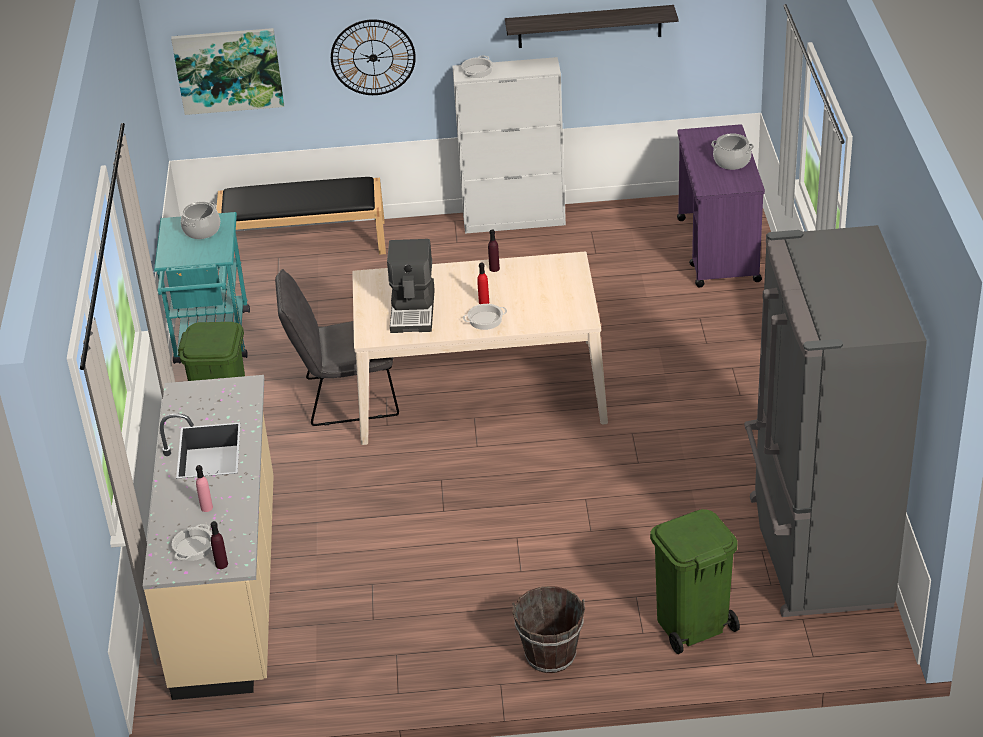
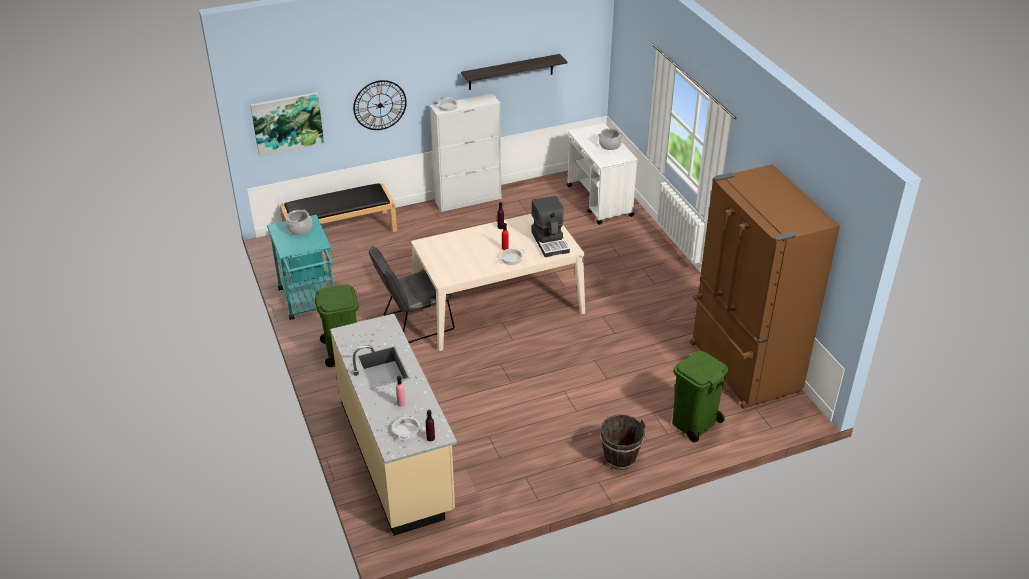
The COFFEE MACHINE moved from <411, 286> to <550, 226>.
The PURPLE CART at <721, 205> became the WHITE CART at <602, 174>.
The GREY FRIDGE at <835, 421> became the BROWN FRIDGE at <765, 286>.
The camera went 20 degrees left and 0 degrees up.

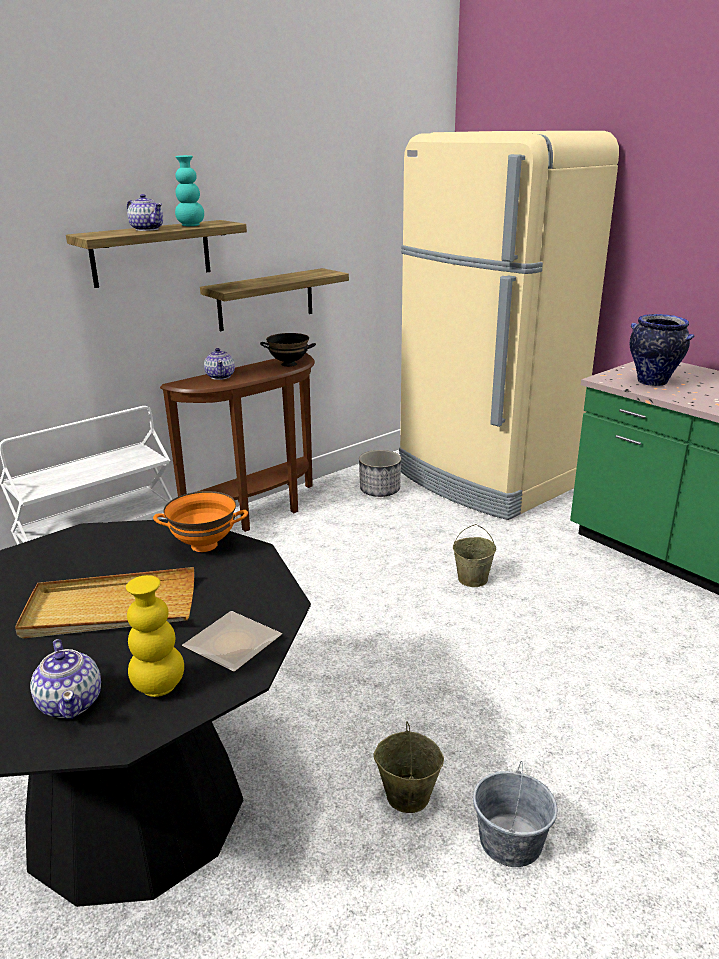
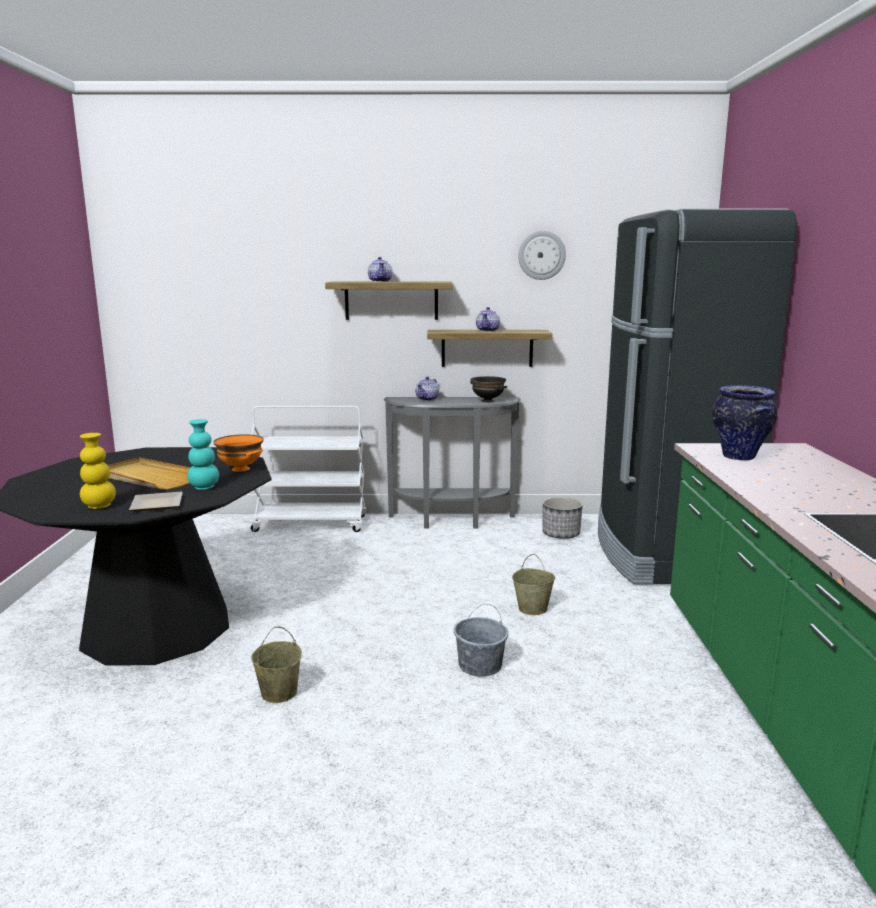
The TURQUOISE VASE moved from <189, 190> to <203, 454>.
The BROWN CONSOLE TABLE at <237, 442> became the GREY CONSOLE TABLE at <452, 463>.
The GREY BUCKET moved from <515, 814> to <480, 640>.
The TEAPOT moved from <65, 679> to <488, 319>.
The WALL CLOCK at <542, 255> appeared.
The BEIGE FRIDGE at <509, 325> became the BLACK FRIDGE at <697, 397>.
The camera went 40 degrees right and 10 degrees down.

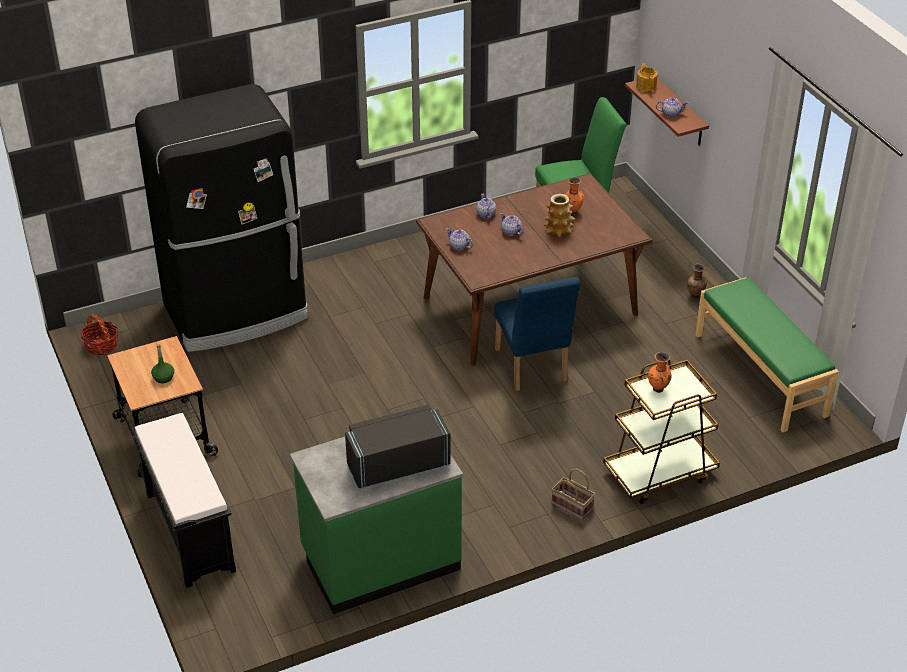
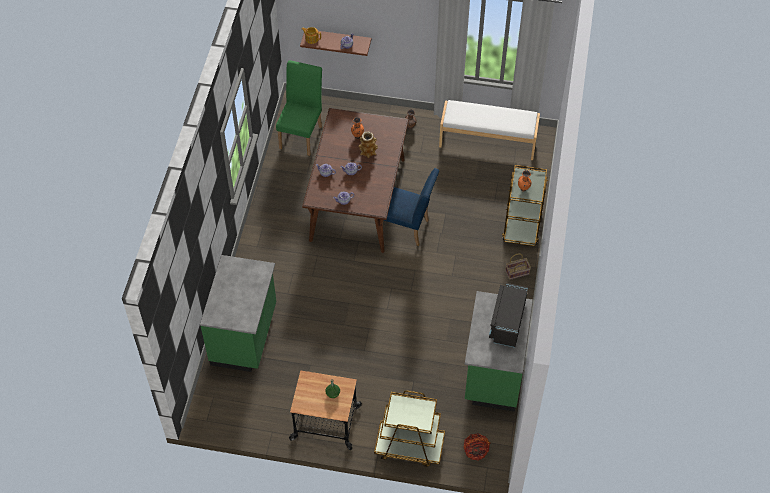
The BLACK FRIDGE at <221, 218> was replaced by the GREEN COUNTER at <238, 313>.
The BLACK BENCH at <183, 500> was replaced by the BROWN CART at <409, 429>.
The GREEN BENCH at <767, 354> became the WHITE BENCH at <489, 130>.
The BASKET moved from <99, 334> to <476, 447>.
The camera went 55 degrees left and 15 degrees up.

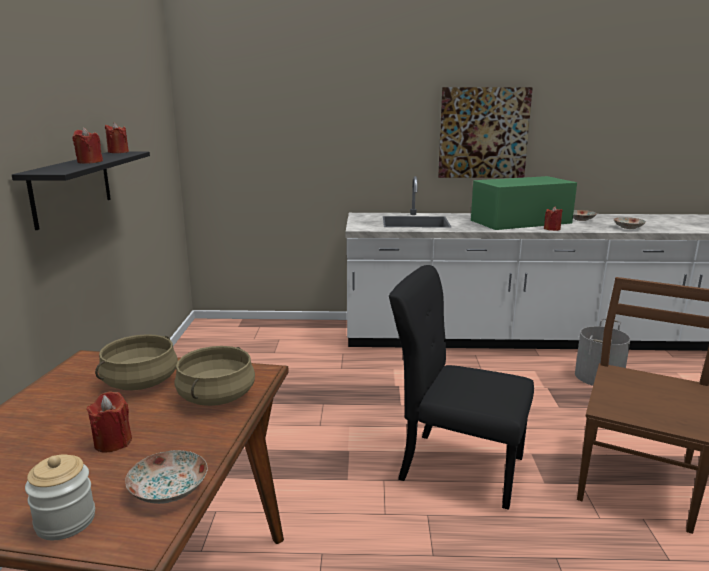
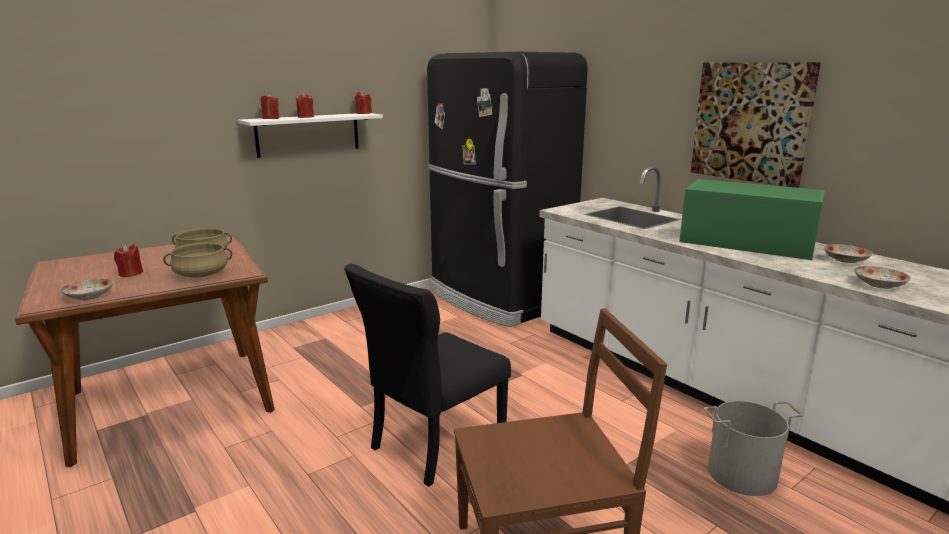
The BLACK SHELF at <81, 191> became the WHITE SHELF at <310, 135>.
The RED CANDLE moved from <553, 218> to <269, 106>.
The BLACK CHAIR at <461, 387> turned 120 degrees counterclockwise.
The BLACK FRIDGE at <507, 189> appeared.
The JAR at <60, 497> disappeared.
The camera went 50 degrees right and 0 degrees up.

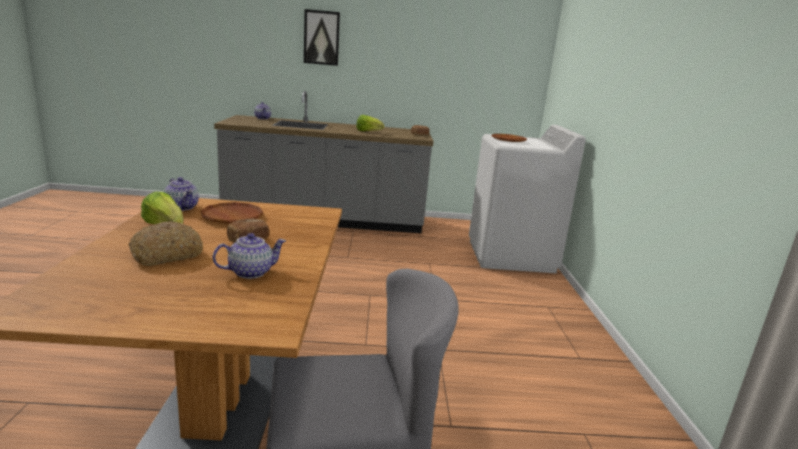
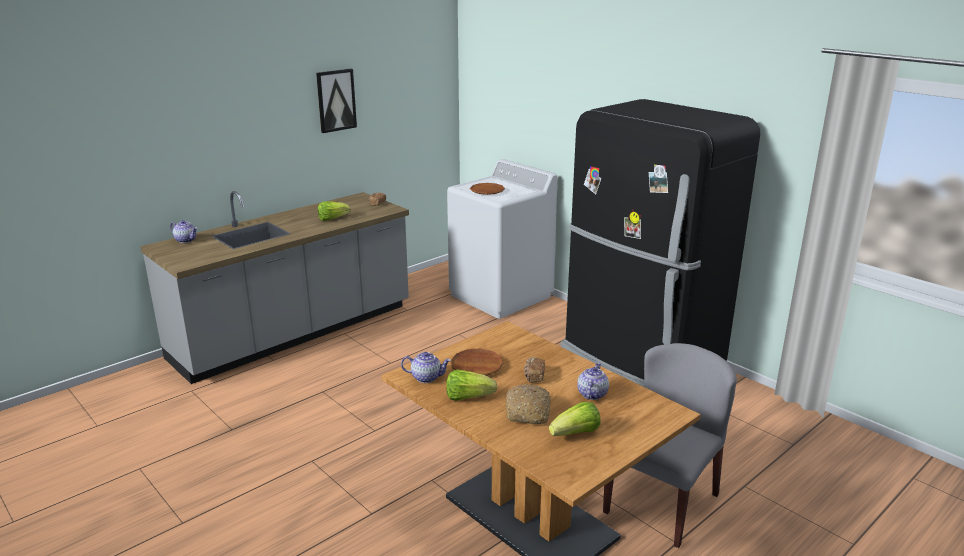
The PICTURE moved from <322, 37> to <336, 101>.
The LETTUCE at <575, 419> appeared.
The BLACK FRIDGE at <660, 243> appeared.
The camera went 40 degrees left and 5 degrees up.

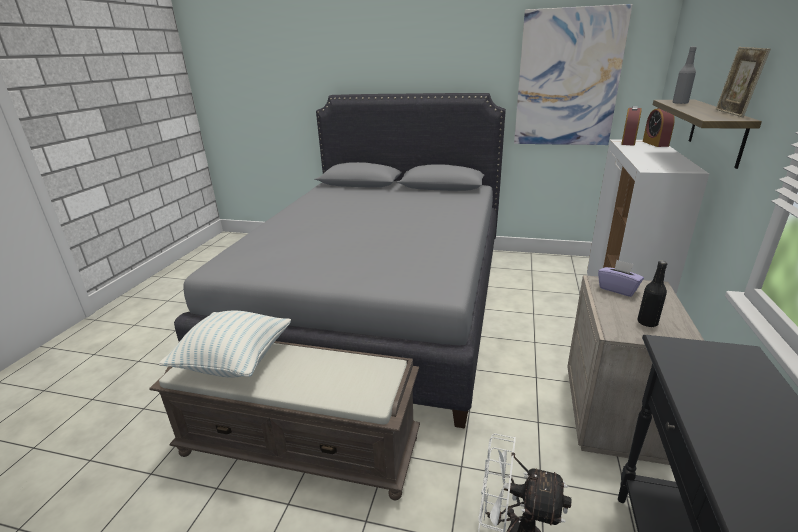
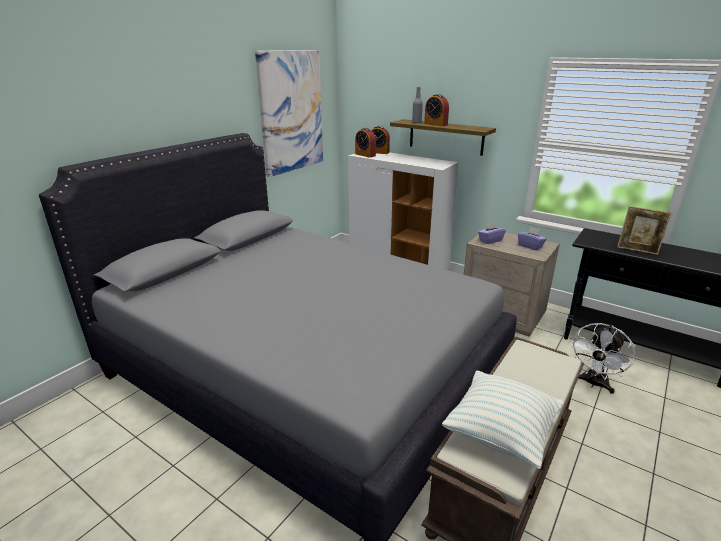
The ALARM CLOCK at <436, 110> appeared.
The BLACK BOTTLE at <652, 294> was replaced by the PURPLE TISSUE BOX at <532, 238>.
The PICTURE FRAME moved from <743, 82> to <644, 230>.
The camera went 70 degrees left and 0 degrees up.

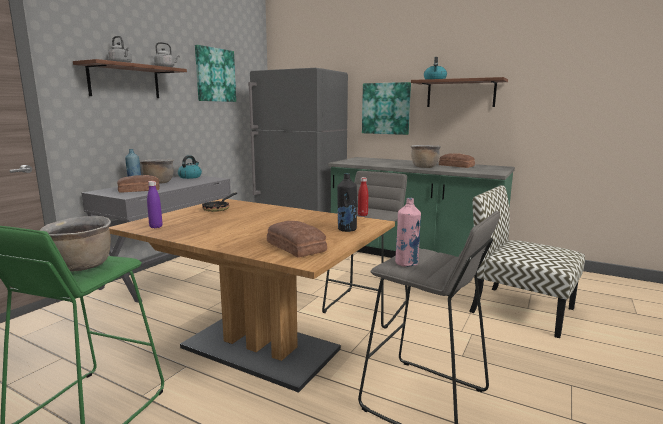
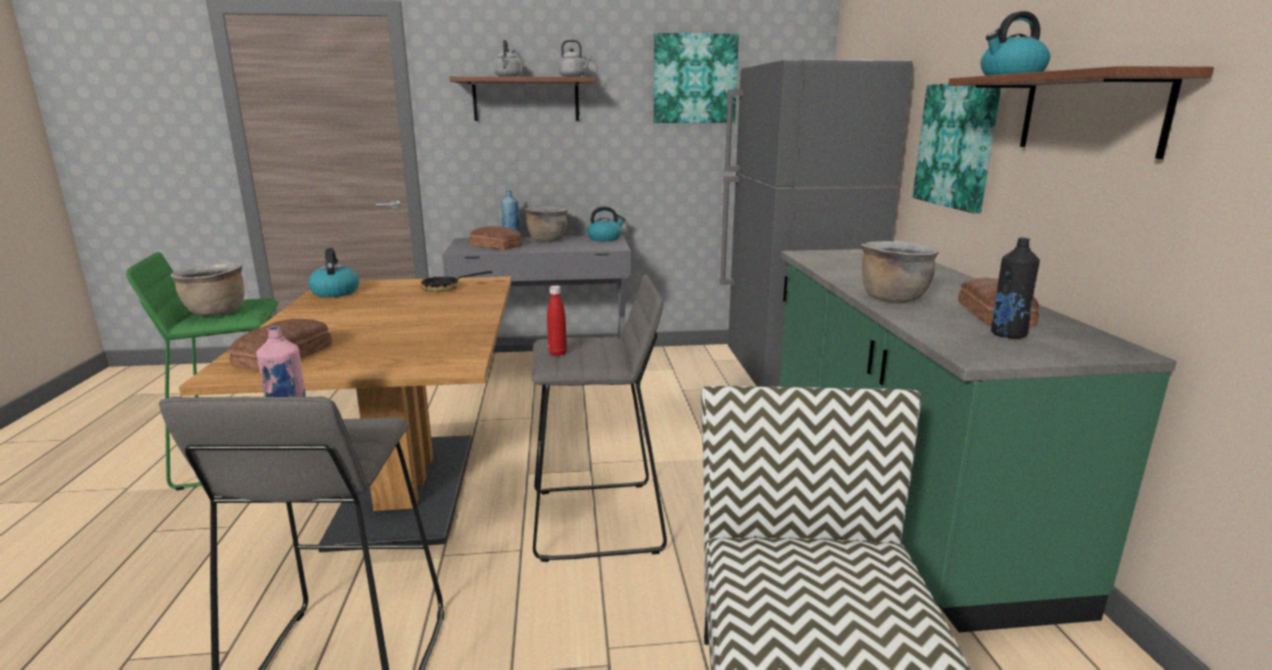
The PURPLE BOTTLE at <155, 204> was replaced by the KETTLE at <333, 272>.
The BLACK BOTTLE moved from <347, 202> to <1015, 288>.
The camera went 55 degrees right and 5 degrees up.

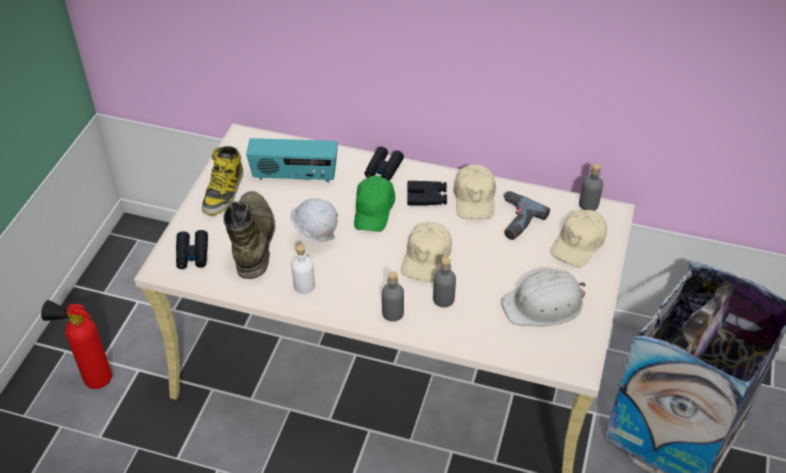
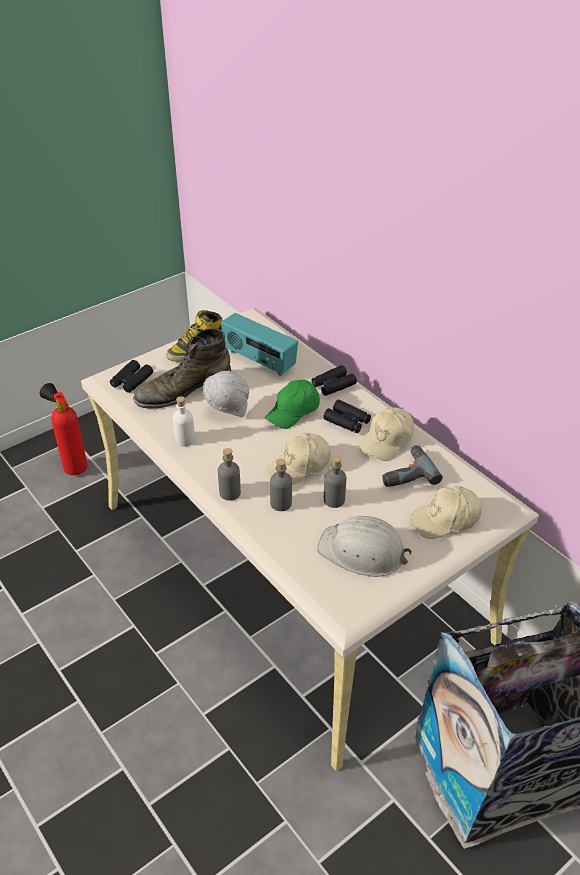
The GREEN BOOT at <249, 235> turned 150 degrees counterclockwise.
The GREY BOTTLE moved from <591, 187> to <335, 482>.
The camera went 35 degrees right and 5 degrees down.

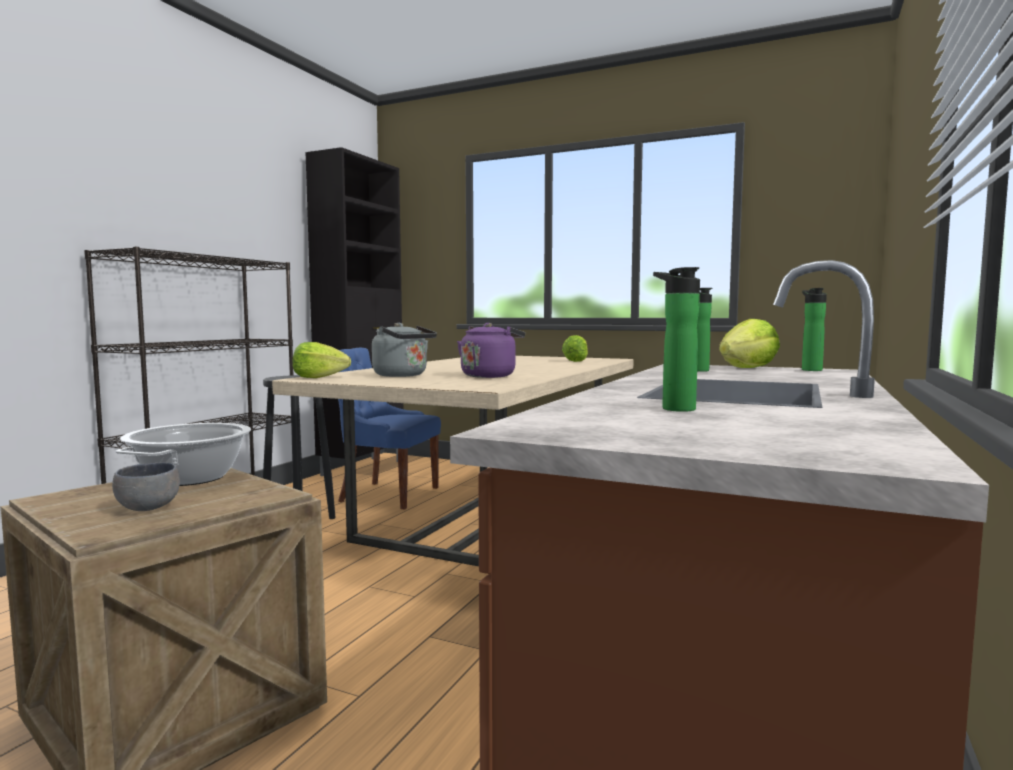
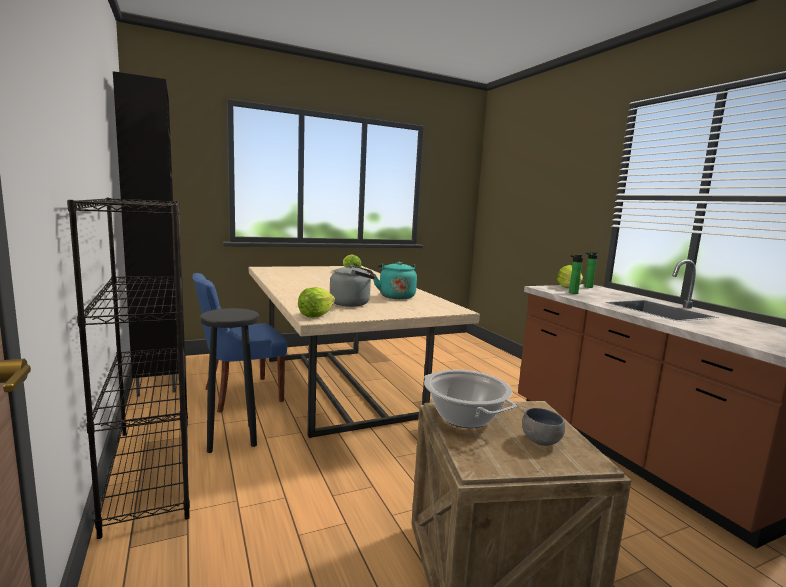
The PURPLE KETTLE at <491, 350> became the TURQUOISE KETTLE at <395, 280>.
The BOTTLE at <676, 339> disappeared.
The camera went 50 degrees left and 5 degrees up.

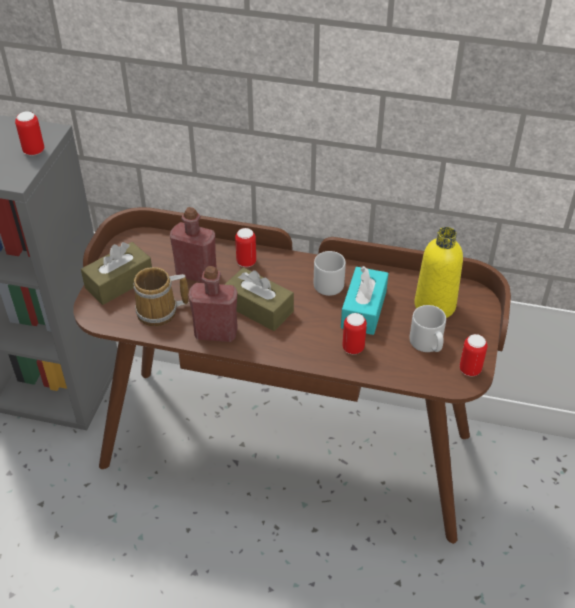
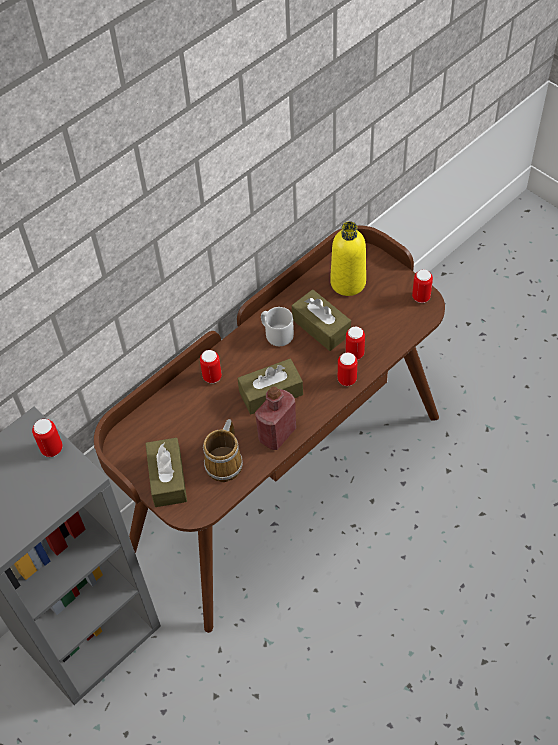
The TURQUOISE TISSUE BOX at <364, 300> became the BROWN TISSUE BOX at <321, 320>.
The CAN at <347, 369> appeared.
The RED BOTTLE at <193, 245> disappeared.
The GREY MUG at <428, 328> disappeared.
The camera went 55 degrees left and 10 degrees up.

